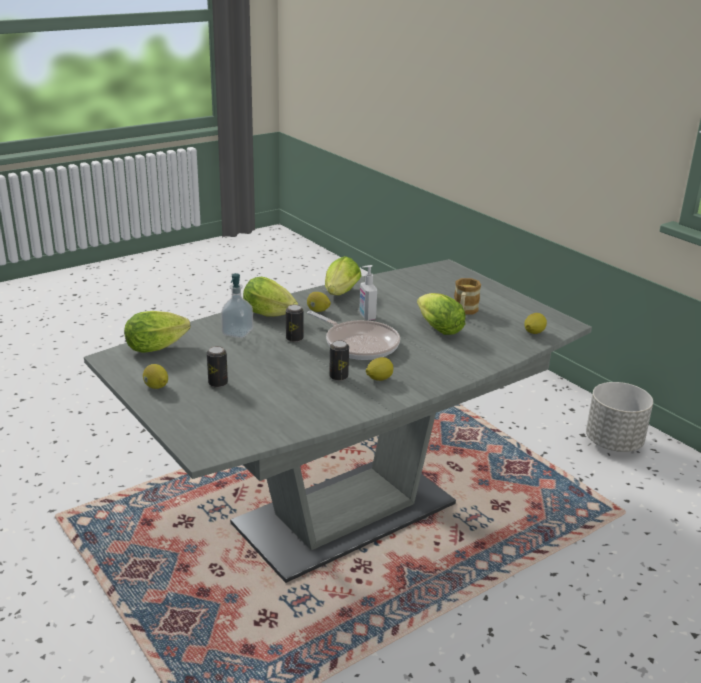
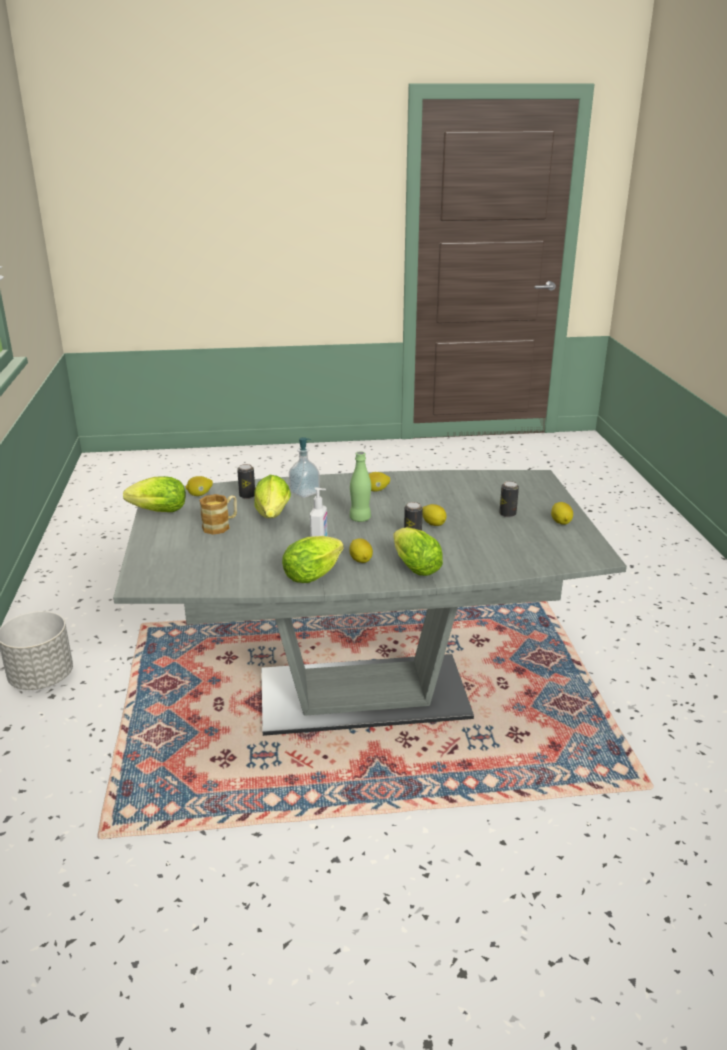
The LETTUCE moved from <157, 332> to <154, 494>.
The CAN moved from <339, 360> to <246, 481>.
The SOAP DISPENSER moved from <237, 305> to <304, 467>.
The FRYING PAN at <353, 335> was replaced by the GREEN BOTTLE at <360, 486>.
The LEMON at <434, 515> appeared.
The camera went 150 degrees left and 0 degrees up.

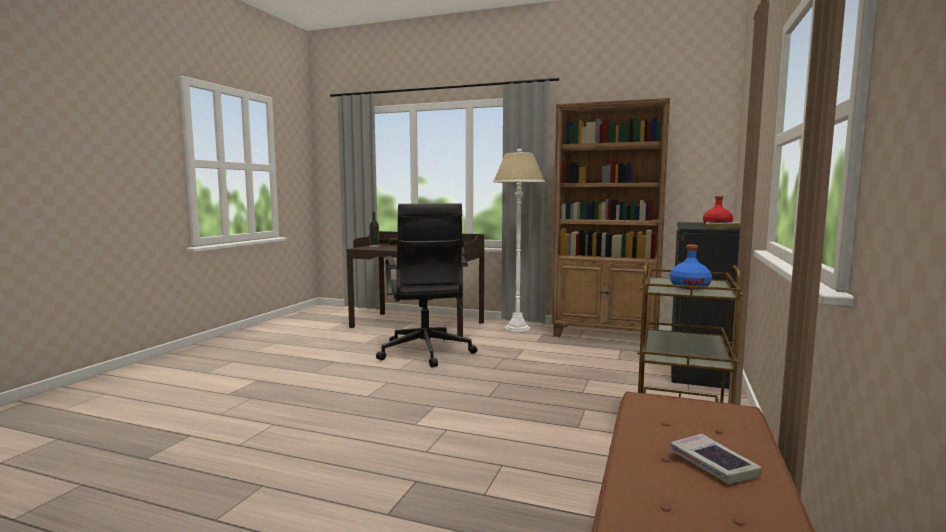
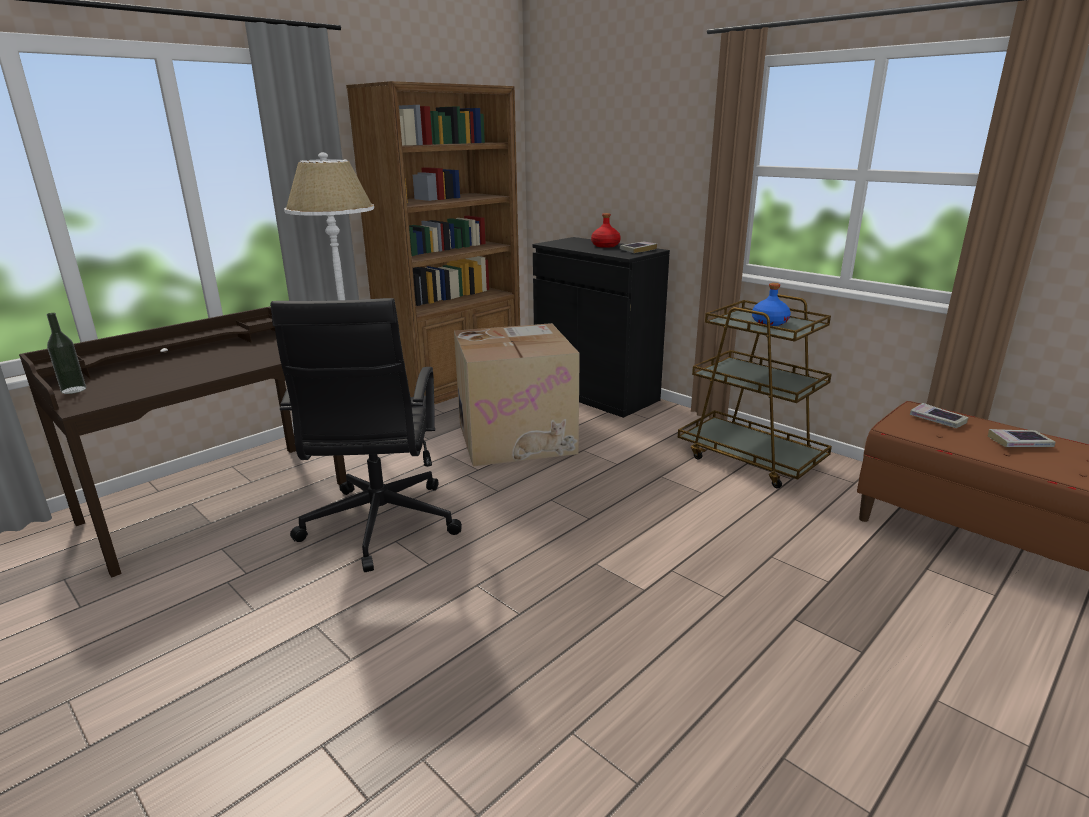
The BLACK OFFICE CHAIR at <426, 285> turned 75 degrees clockwise.
The CARDBOARD BOX at <517, 394> appeared.
The BOOK at <939, 415> appeared.
The camera went 65 degrees left and 15 degrees up.

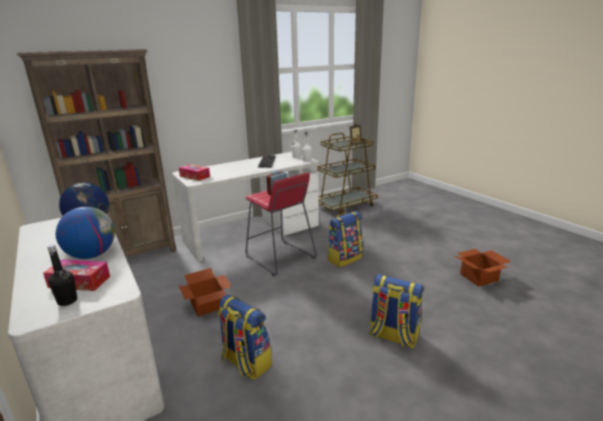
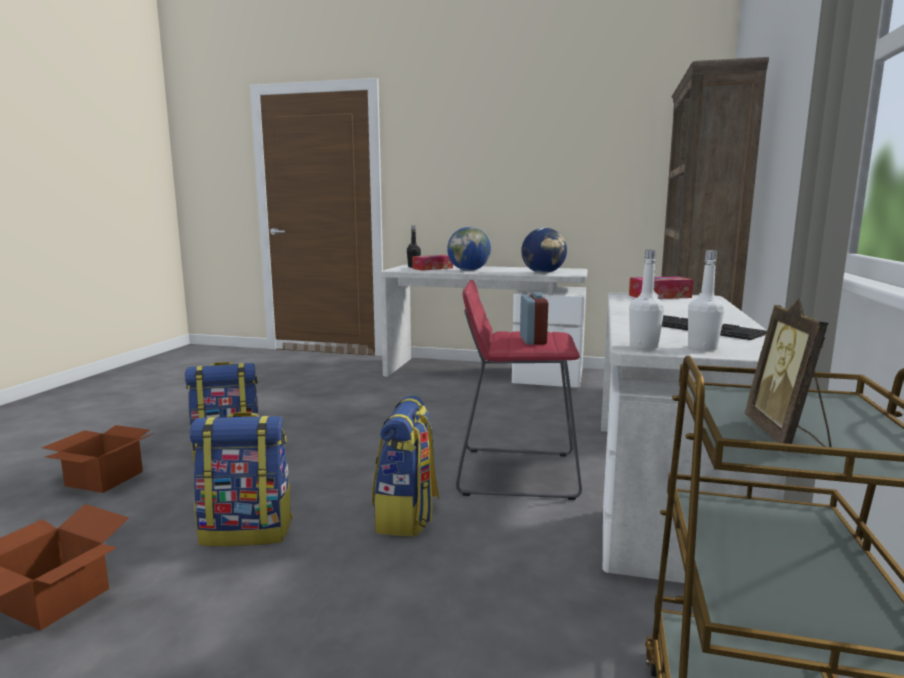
The CARDBOARD BOX moved from <205, 292> to <97, 459>.
The BACKPACK moved from <245, 337> to <241, 479>.
The camera went 135 degrees right and 10 degrees down.

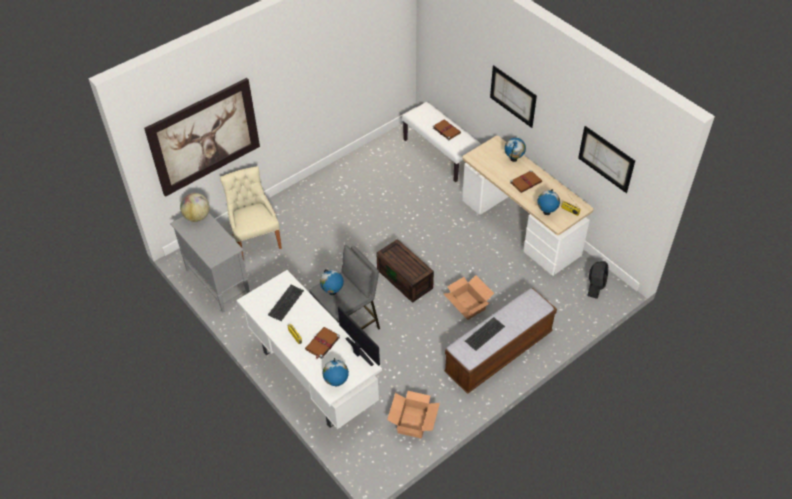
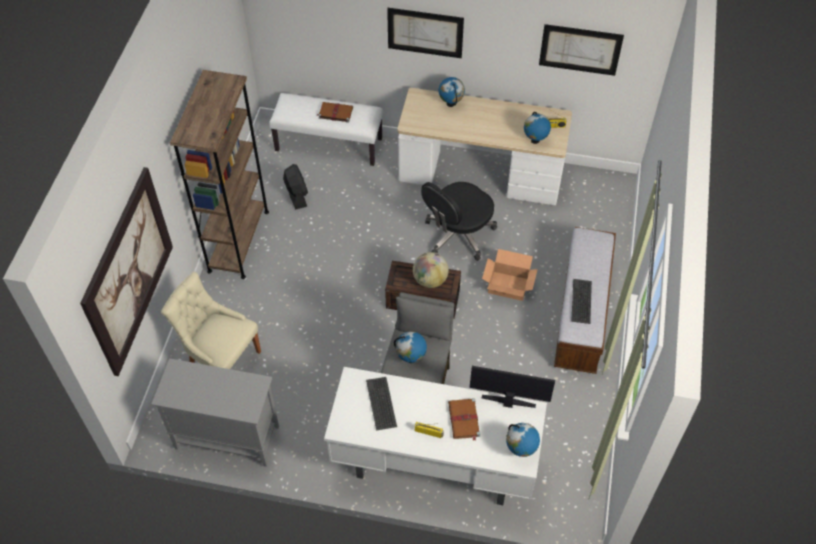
The BROWN BOOKCASE at <219, 174> appeared.
The BLACK FAN moved from <597, 280> to <295, 186>.
The GLOBE moved from <195, 207> to <431, 270>.
The BLACK OFFICE CHAIR at <459, 221> appeared.
The CARDBOARD BOX at <413, 415> disappeared.
The BROWN BOOK at <526, 181> disappeared.
The camera went 40 degrees left and 5 degrees up.

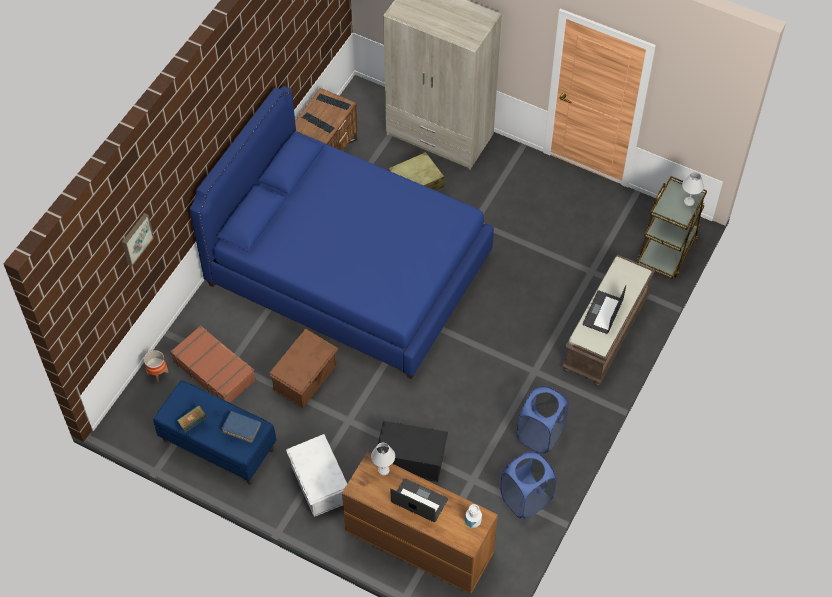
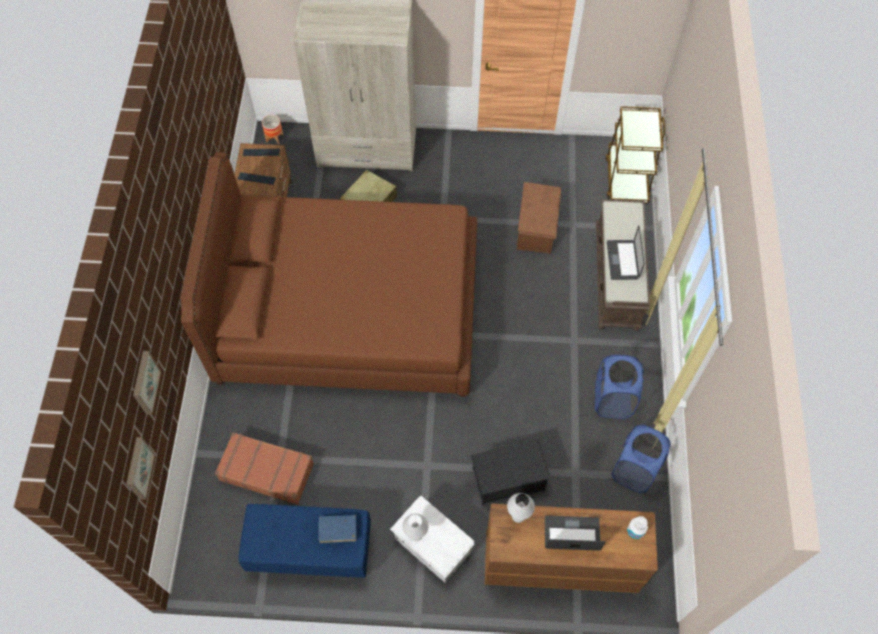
The PICTURE at <140, 468> appeared.
The BLUE BED at <342, 232> became the BROWN BED at <329, 274>.
The PLANTER moved from <156, 366> to <272, 130>.
The WHITE TABLE LAMP moved from <693, 189> to <415, 527>.
The BROWN STORAGE BOX moved from <304, 368> to <539, 218>.
The BOOK at <192, 419> disappeared.
The camera went 25 degrees left and 5 degrees up.

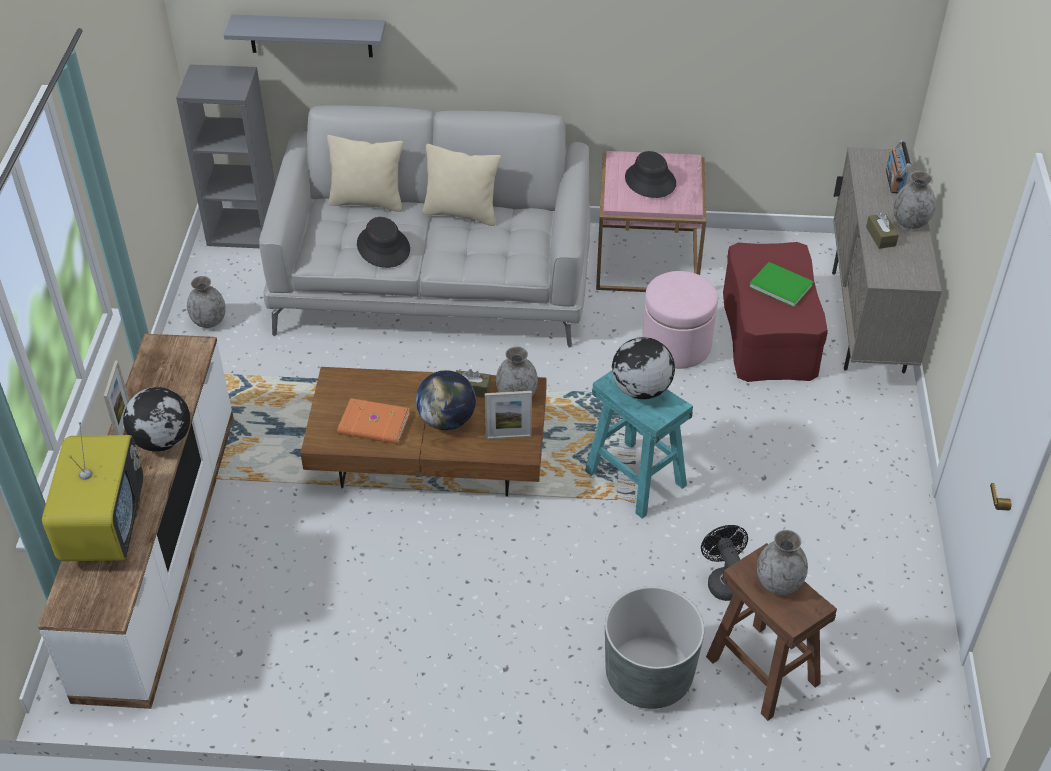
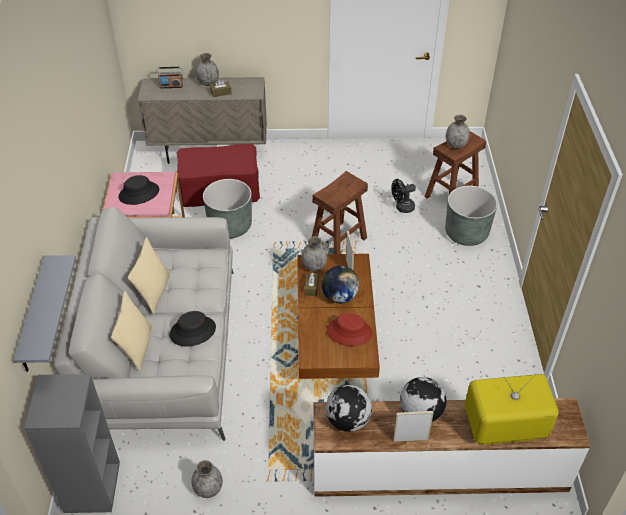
The PINK OTTOMAN at <680, 320> was replaced by the GREY PLANTER at <227, 209>.
The TURQUOISE STOOL at <639, 444> became the BROWN STOOL at <340, 212>.
The GLOBE moved from <643, 368> to <349, 408>.
The ORANGE BOOK at <373, 421> was replaced by the RED HAT at <350, 329>.
The GREEN BOOK at <781, 284> disappeared.
The camera went 95 degrees left and 0 degrees up.

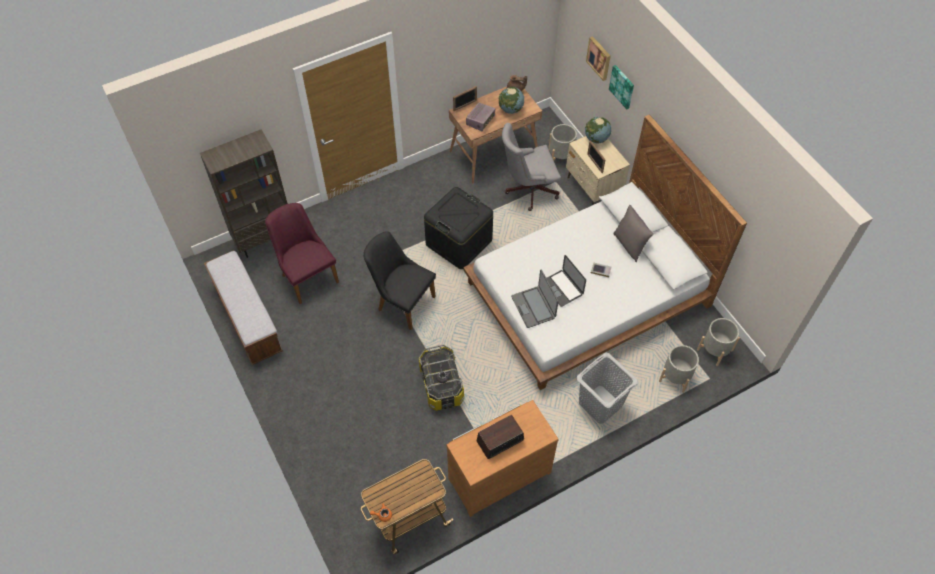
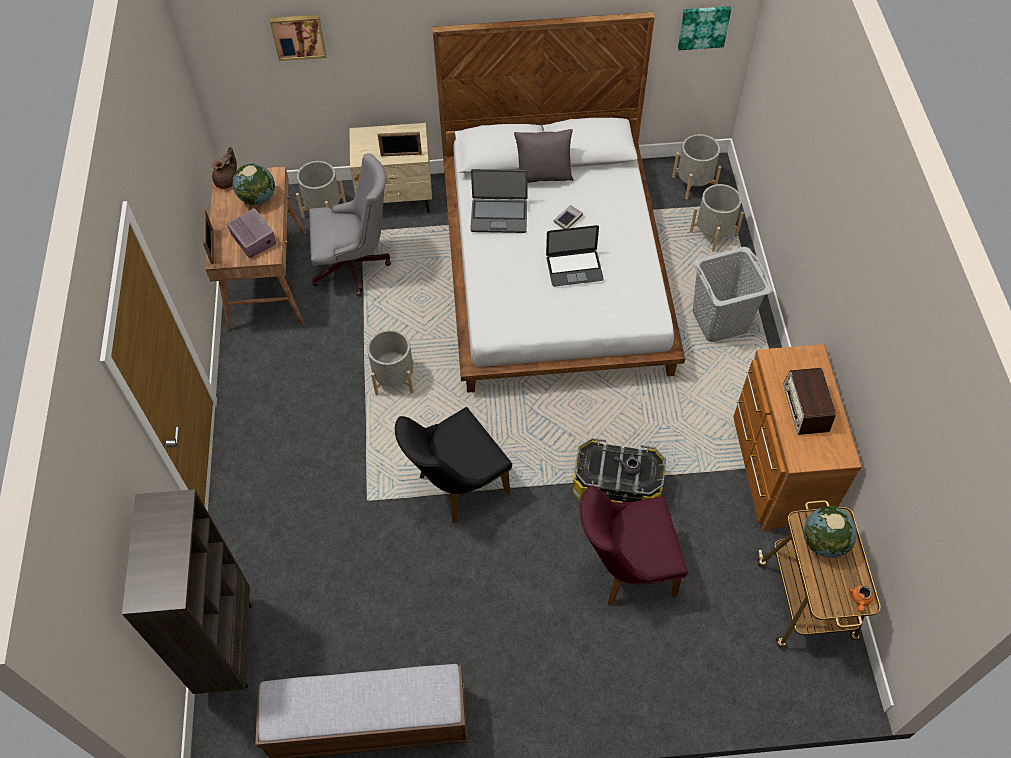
The GREY OFFICE CHAIR at <531, 167> turned 105 degrees counterclockwise.
The BLACK STORAGE BOX at <458, 228> was replaced by the GREY PLANTER at <390, 362>.
The LAPTOP moved from <535, 298> to <499, 201>.
The PURPLE CHAIR moved from <302, 253> to <634, 546>.
The PICTURE moved from <621, 87> to <704, 28>.
The GLOBE moved from <598, 130> to <830, 532>.
The camera went 65 degrees left and 0 degrees up.

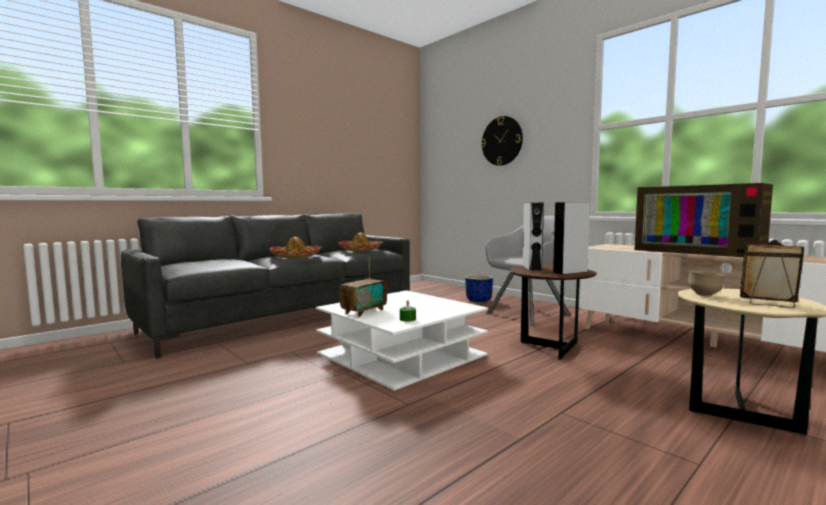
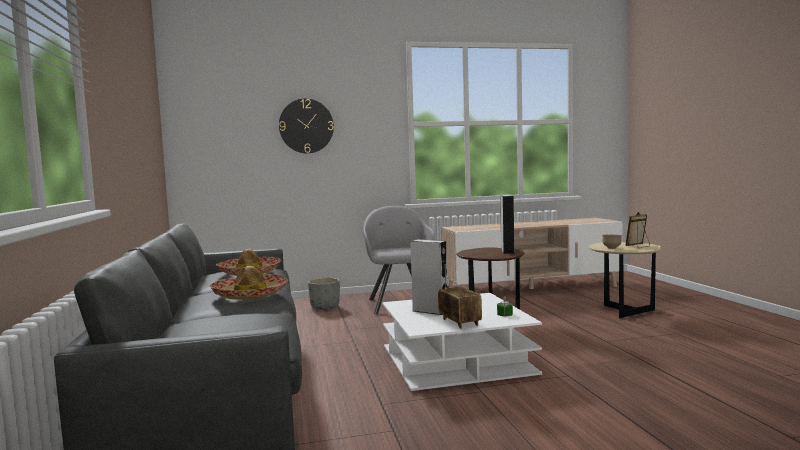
The BLUE PLANTER at <479, 288> became the GREY PLANTER at <324, 294>.
The GREY SPEAKER moved from <533, 237> to <428, 277>.
The TELEVISION at <704, 220> disappeared.
The camera went 60 degrees left and 0 degrees up.

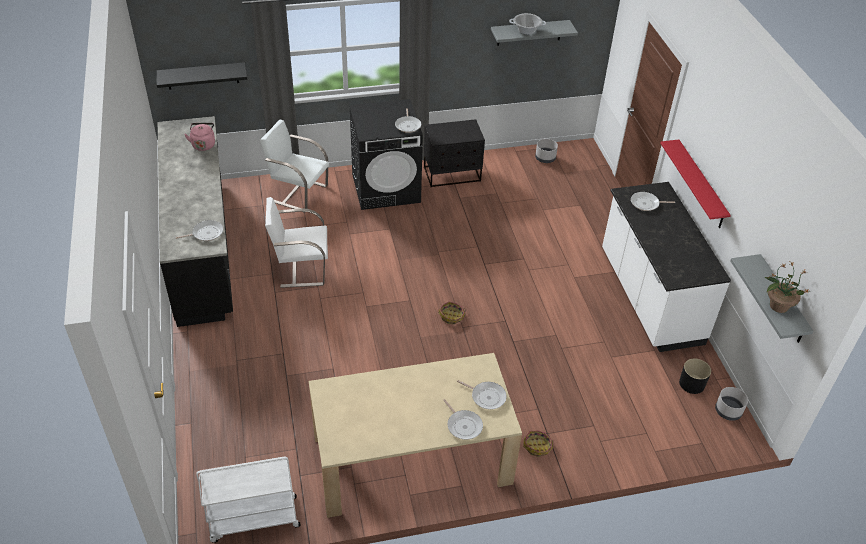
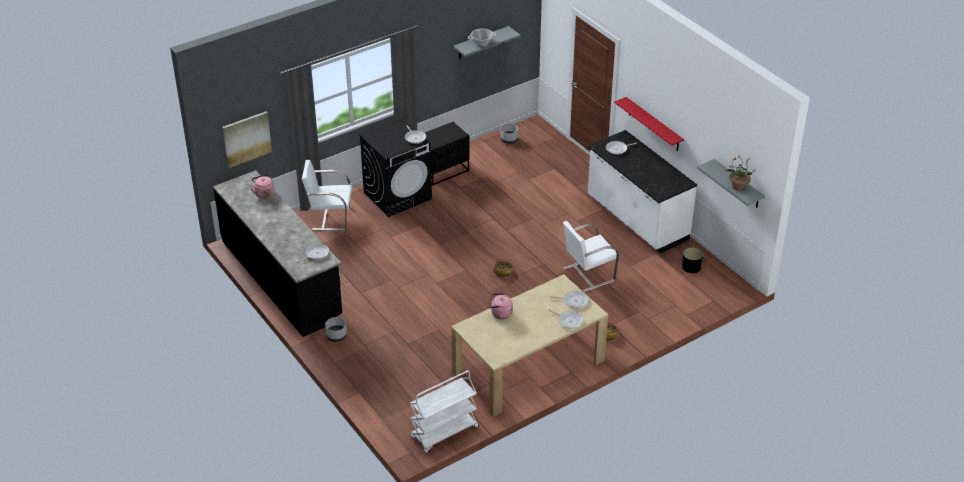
The BLACK SHELF at <202, 76> was replaced by the PICTURE at <247, 140>.
The GREY PLANTER moved from <731, 404> to <336, 329>.
The PINK KETTLE at <501, 306> appeared.
The WHITE CHAIR moved from <296, 242> to <591, 256>.
The camera went 20 degrees left and 5 degrees down.

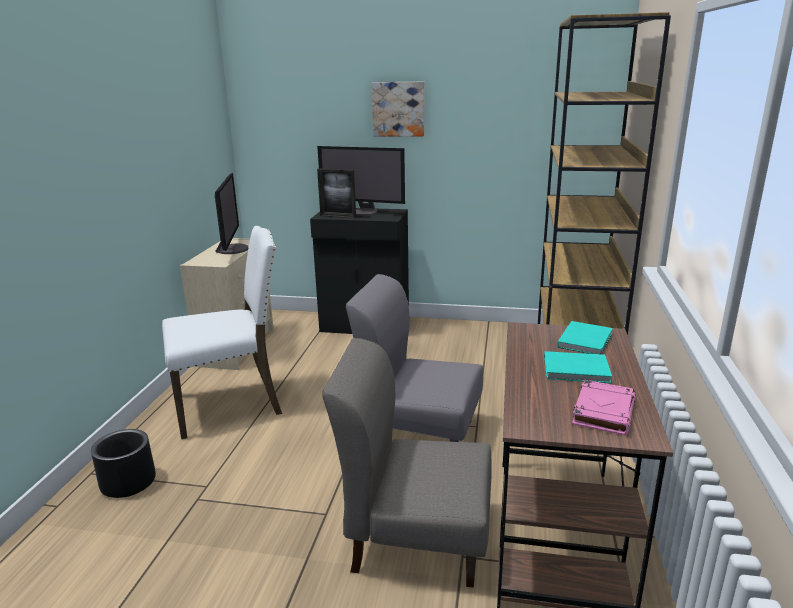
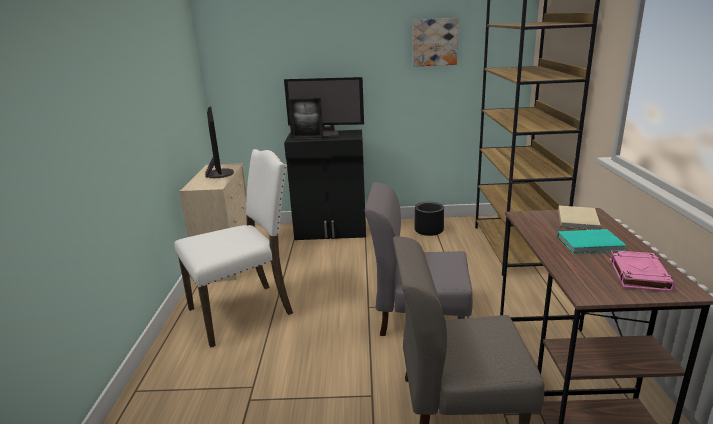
The PICTURE moved from <398, 109> to <435, 42>.
The BLACK PLANTER moved from <123, 463> to <429, 219>.
The TURQUOISE BOOK at <585, 337> became the BEIGE BOOK at <579, 218>.
The camera went 10 degrees left and 0 degrees up.

